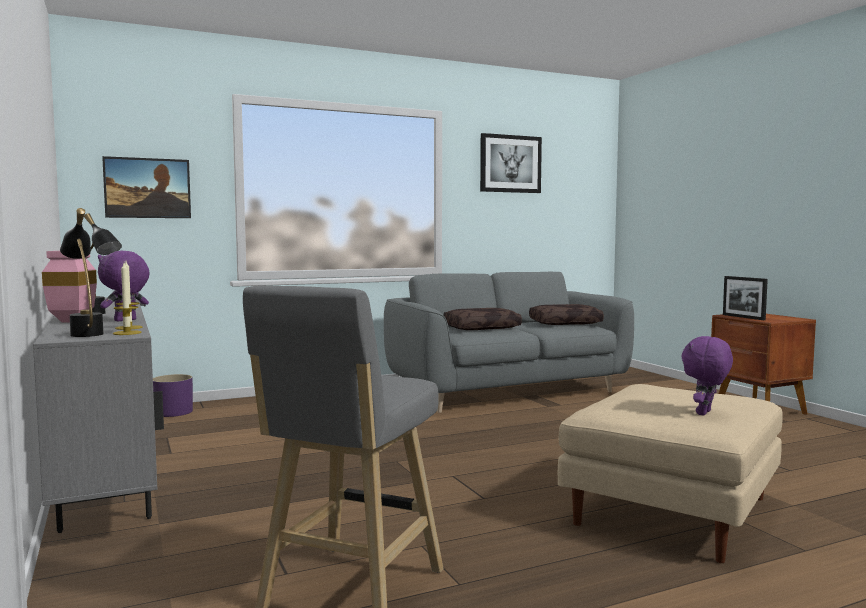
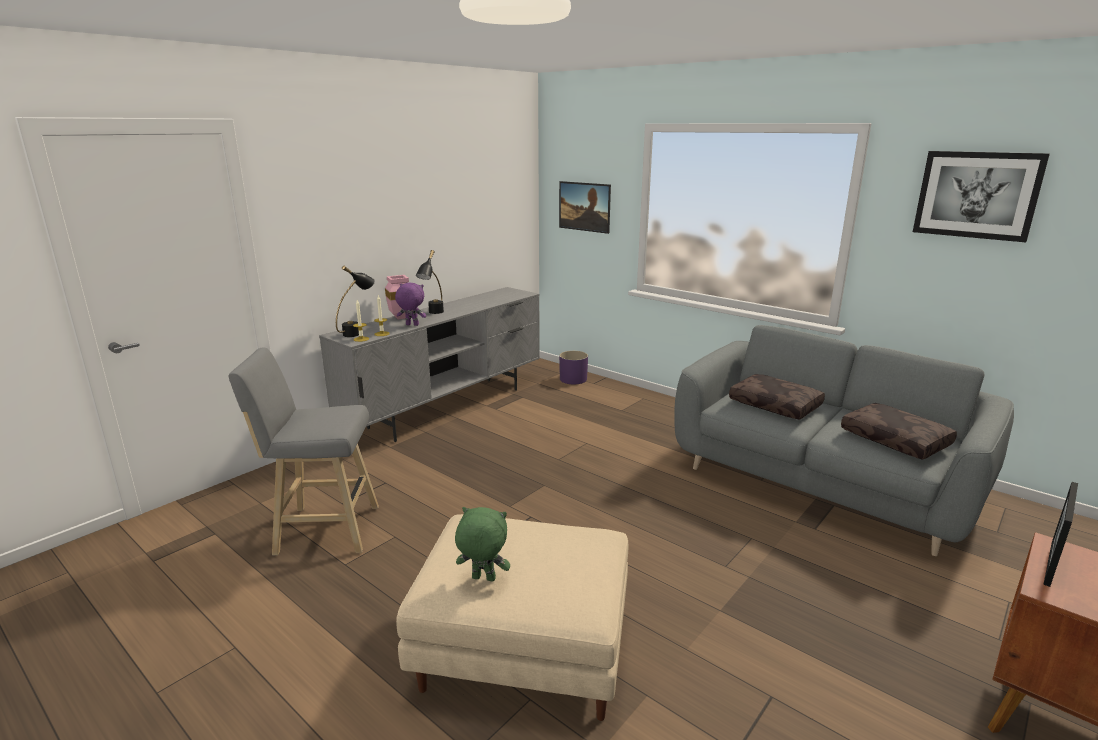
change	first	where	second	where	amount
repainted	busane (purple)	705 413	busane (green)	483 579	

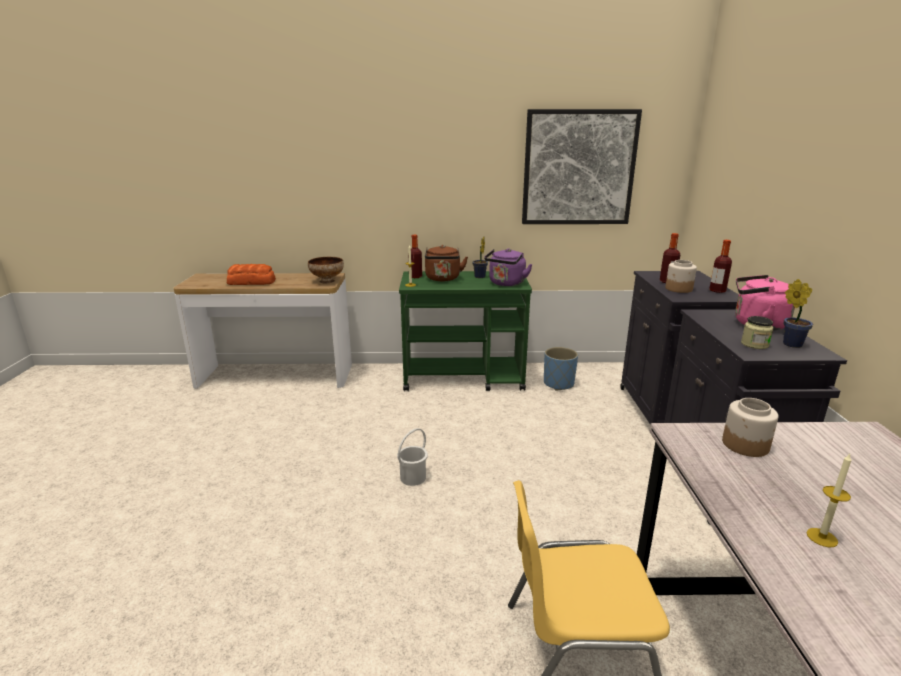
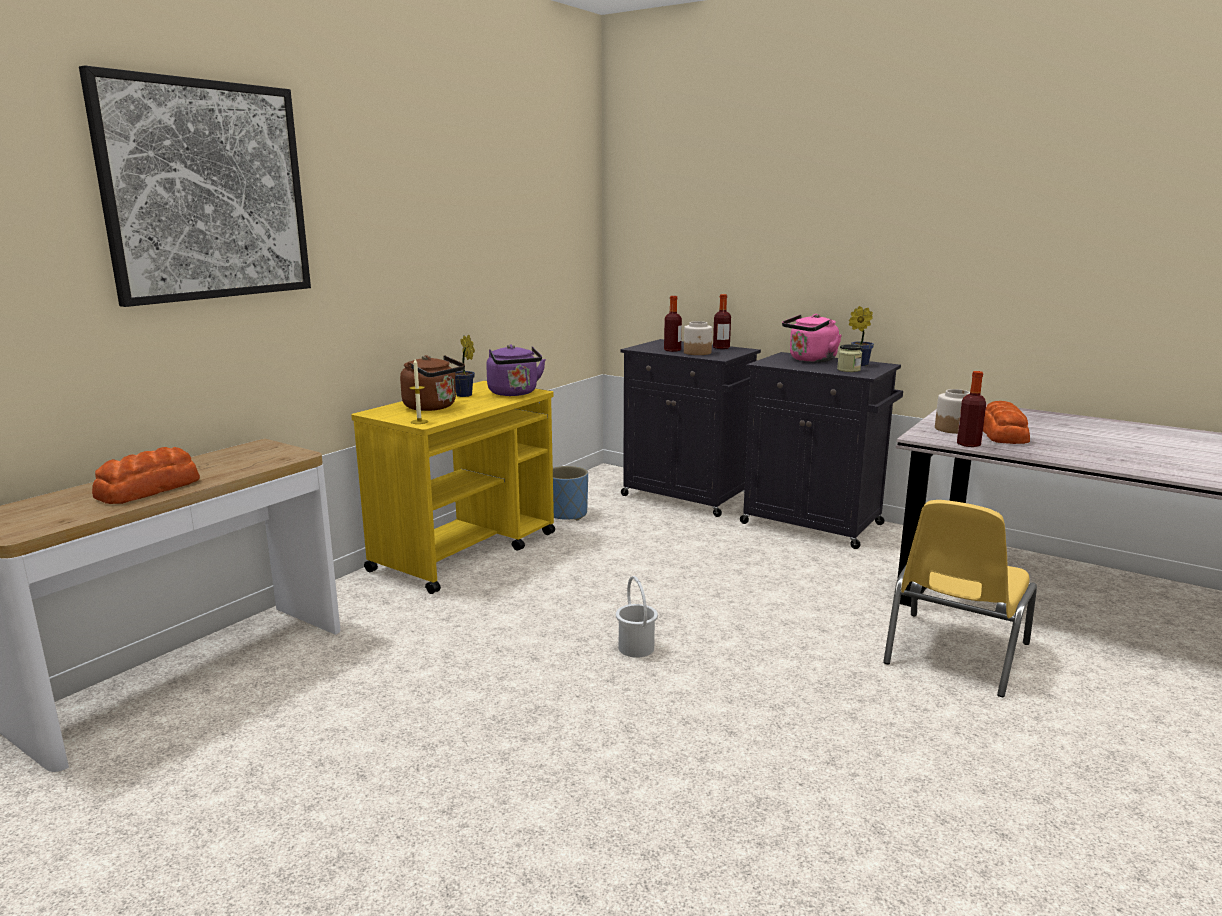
change	first	where	second	where	amount
gone	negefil	327 281			
gone	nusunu	822 537			
new			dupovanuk	1003 434	
shifted	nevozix	415 276		968 444	
shifted	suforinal	578 168		206 191	
repainted	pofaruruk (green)	464 378	pofaruruk (yellow)	466 551	

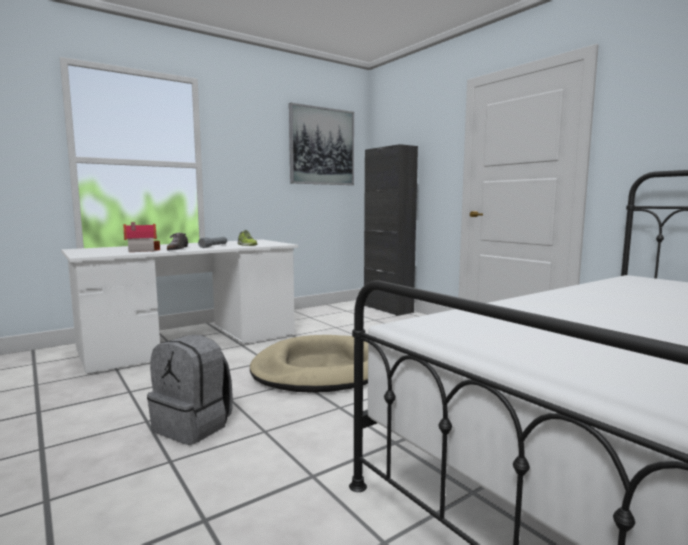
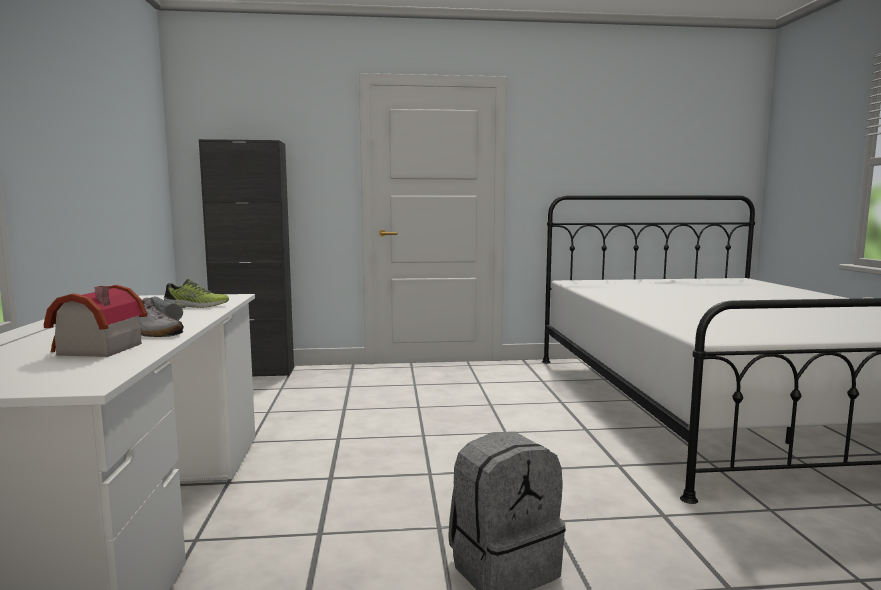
change	first	where	second	where	amount
gone	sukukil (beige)	321 370			
gone	suforinal	322 146			

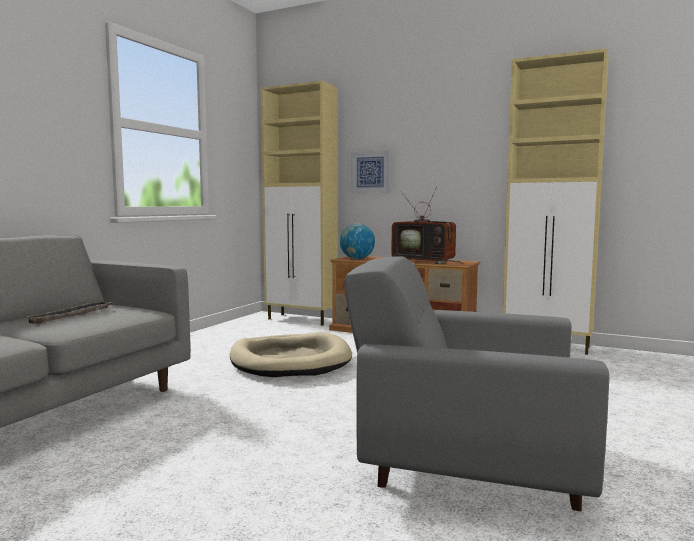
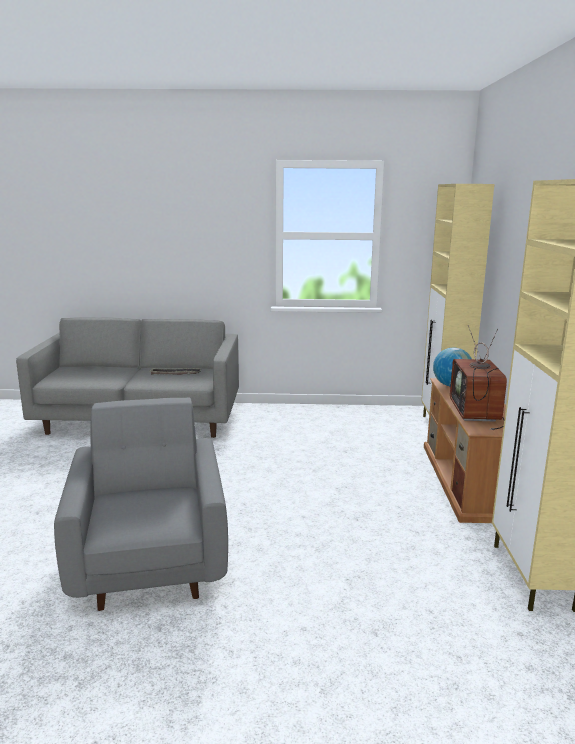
change	first	where	second	where	amount
gone	sukukil (beige)	290 361			
gone	suforinal	370 172			

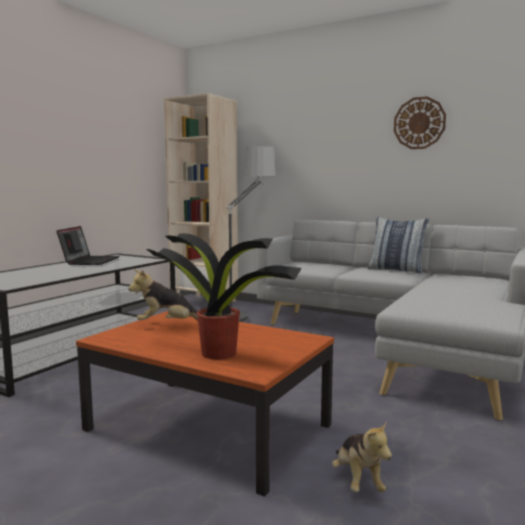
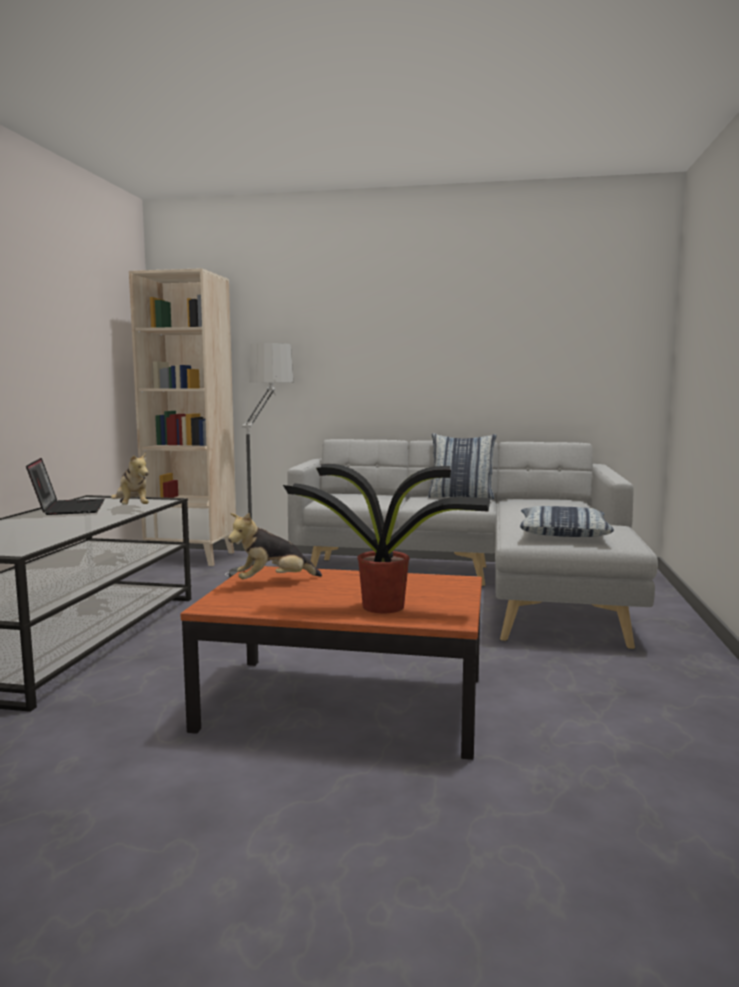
change	first	where	second	where	amount
gone	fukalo	419 123			
new			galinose	563 532	
shifted	busane	358 481		132 508	

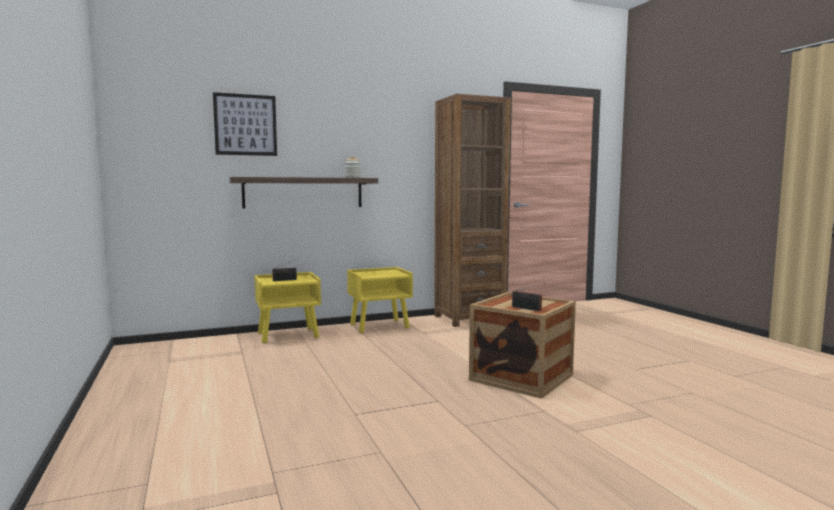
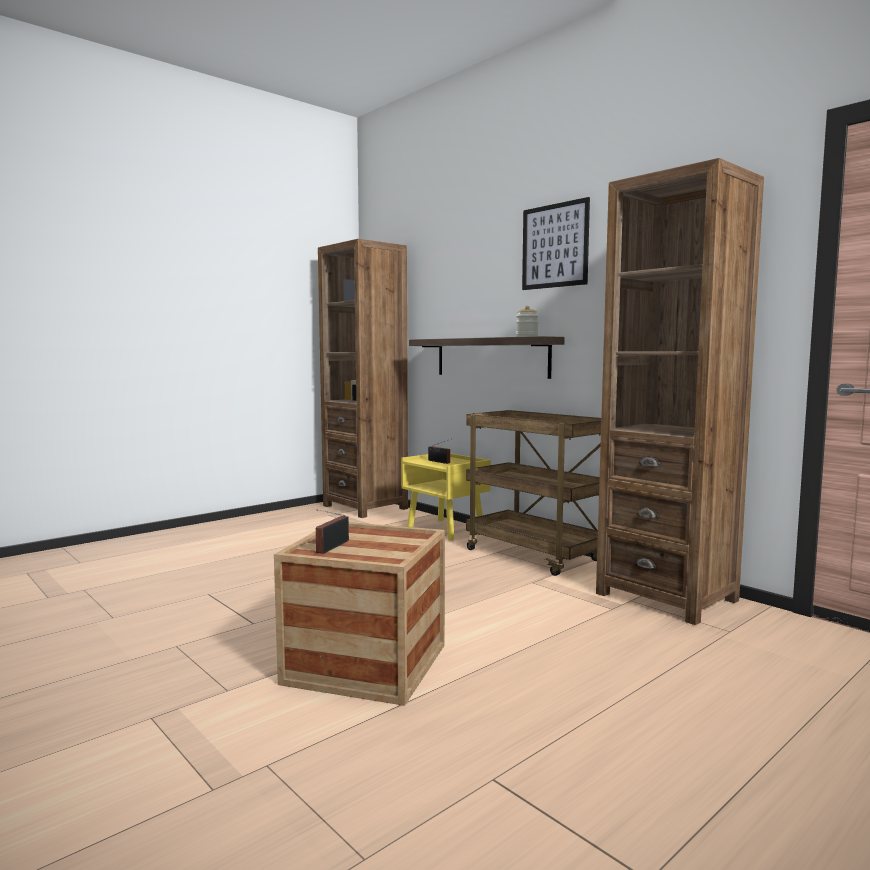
change	first	where	second	where	amount
new			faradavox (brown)	365 507	
shifted	suforinal	245 125		555 246	
swapped	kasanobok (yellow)	380 326	pofaruruk (brown)	536 556	

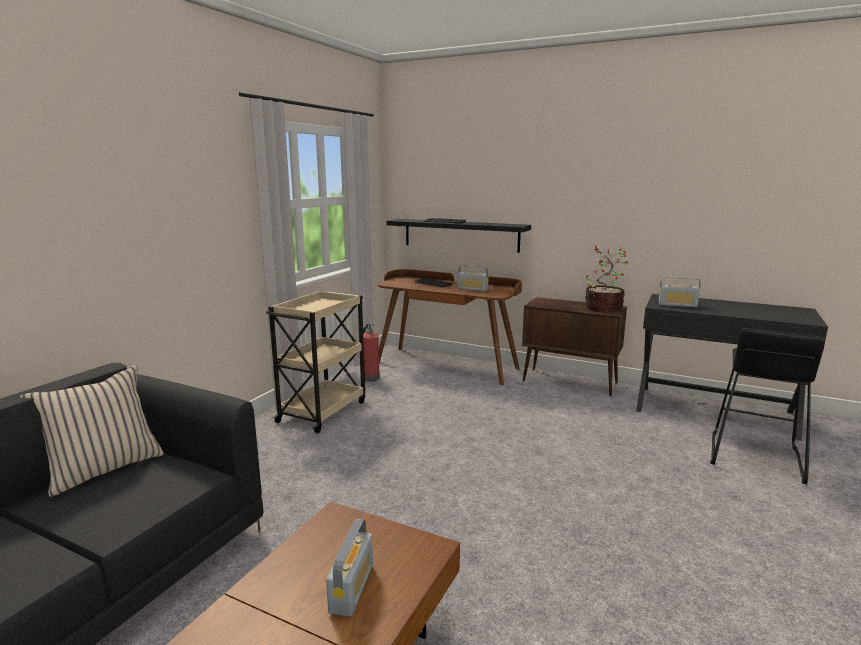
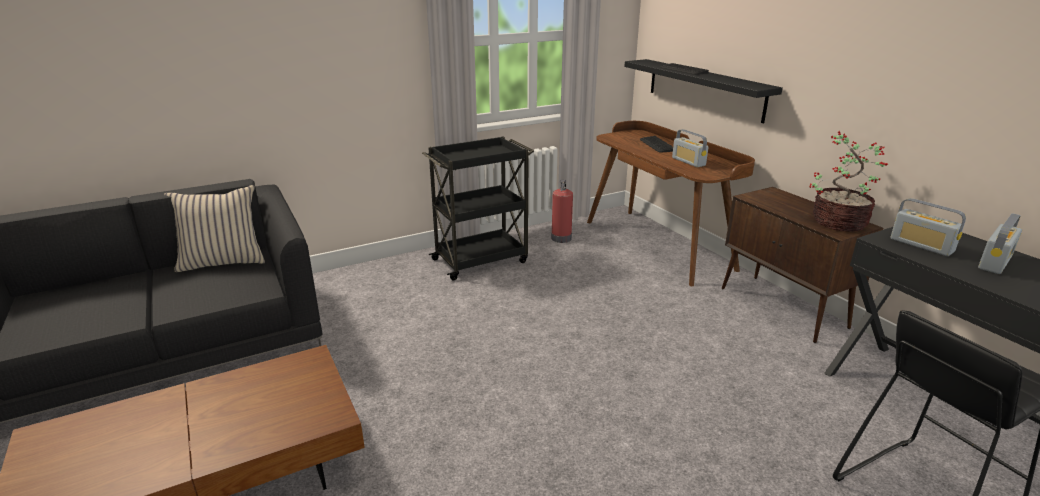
change	first	where	second	where	amount
shifted	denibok	352 588		995 262	
repainted	pofaruruk (beige)	323 411	pofaruruk (black)	481 260	

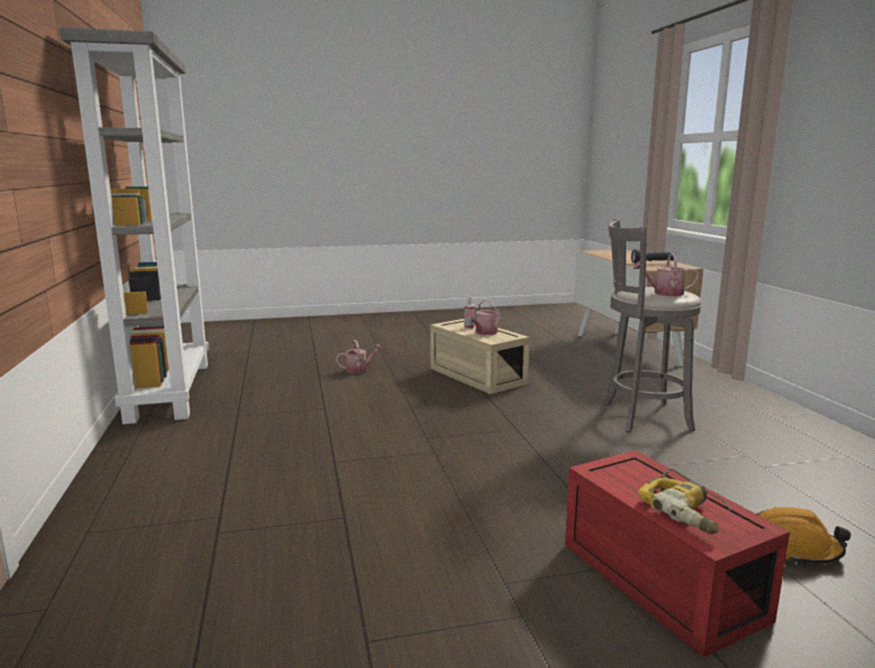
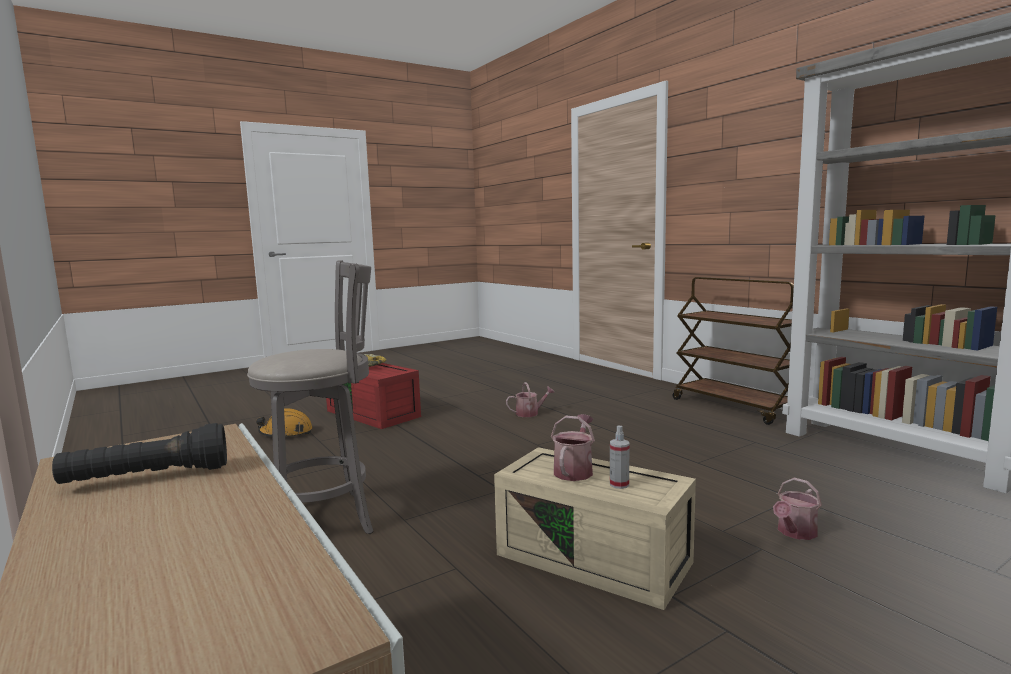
change	first	where	second	where	amount
new			pofaruruk (brown)	734 407	
shifted	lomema	664 293		530 413	

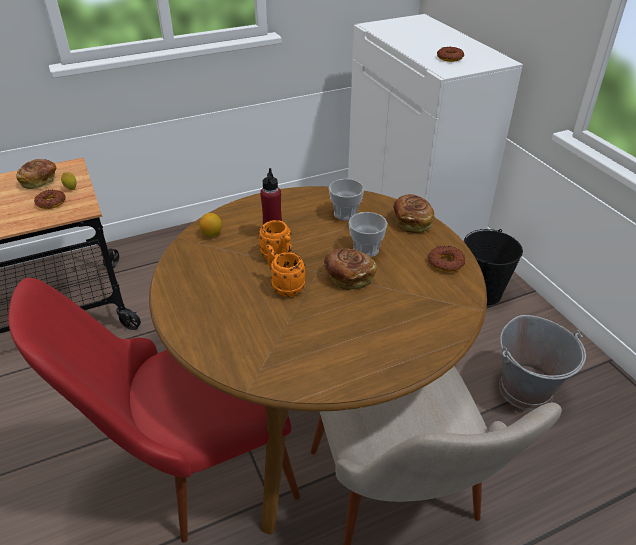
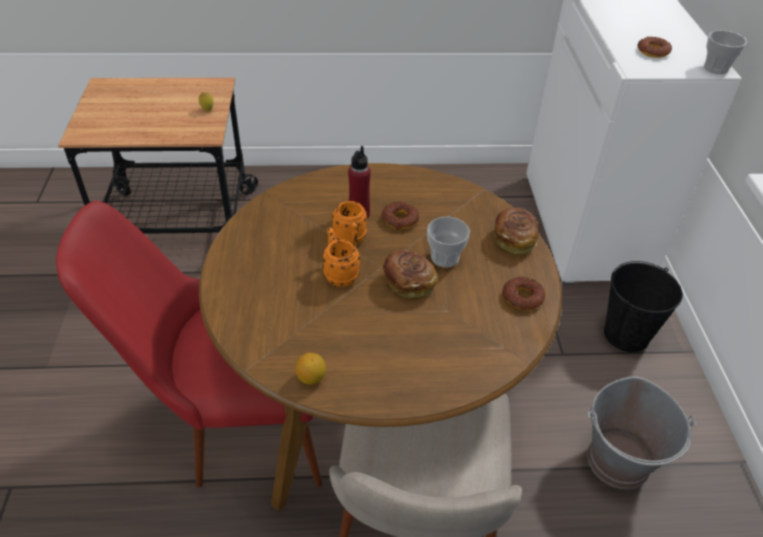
change	first	where	second	where	amount
gone	dupovanuk	40 181			
shifted	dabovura	51 202		400 219	
shifted	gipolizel	212 234		311 378	
shifted	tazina	345 214		716 68	

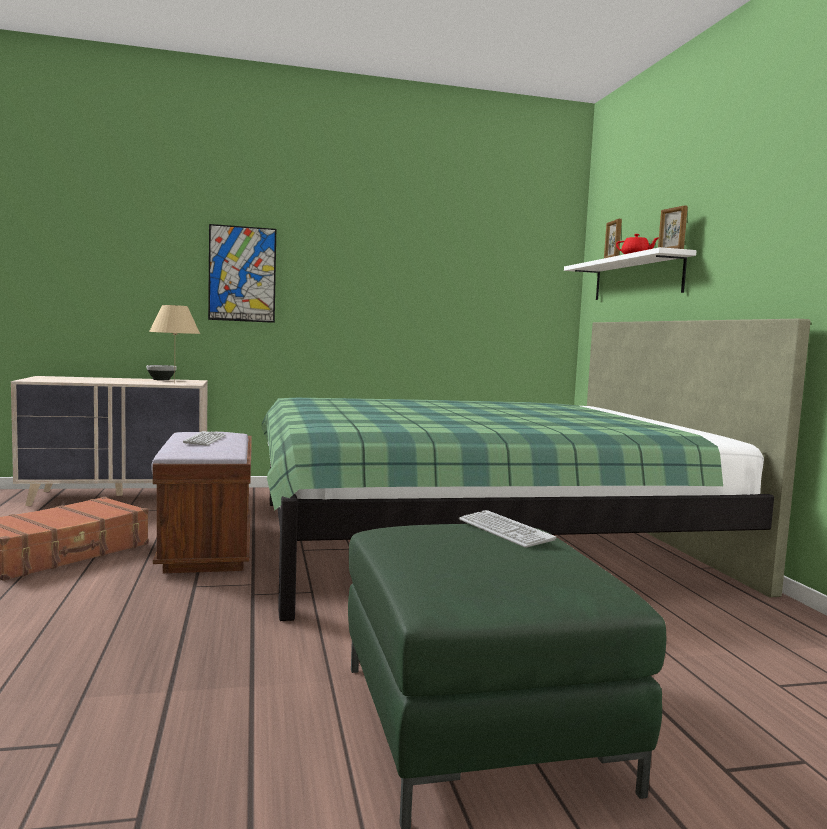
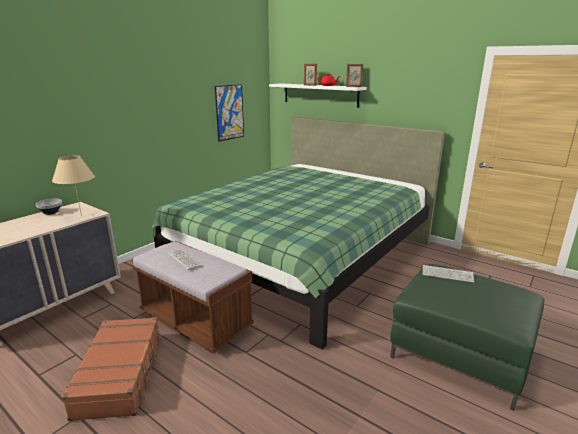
change	first	where	second	where	amount
shifted	suforinal	242 274		229 112	

